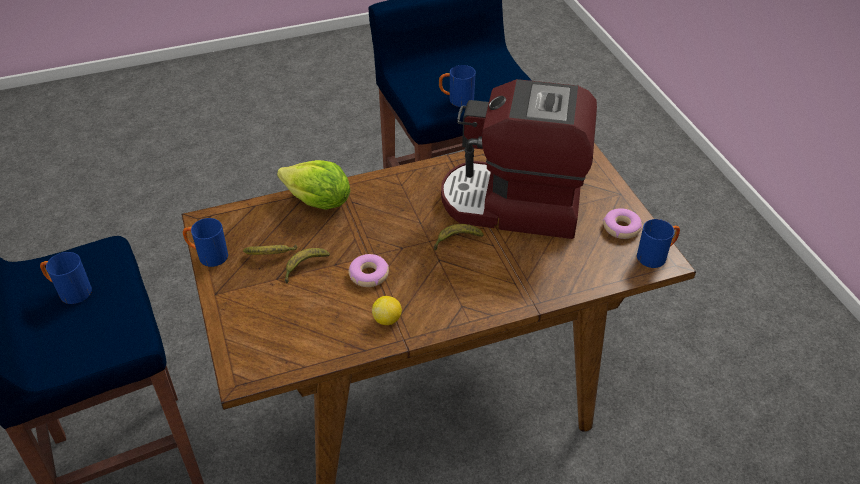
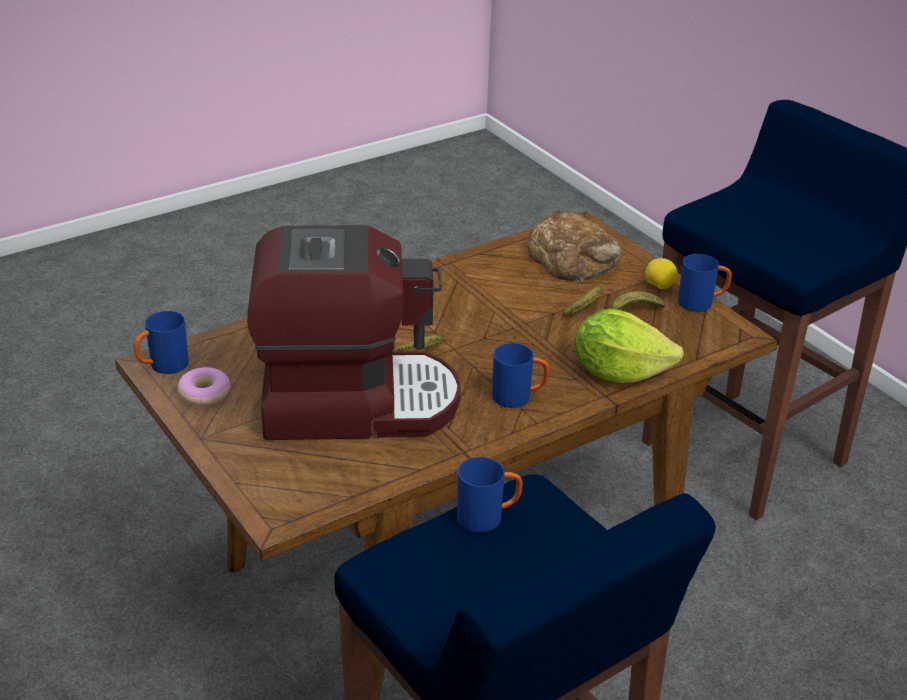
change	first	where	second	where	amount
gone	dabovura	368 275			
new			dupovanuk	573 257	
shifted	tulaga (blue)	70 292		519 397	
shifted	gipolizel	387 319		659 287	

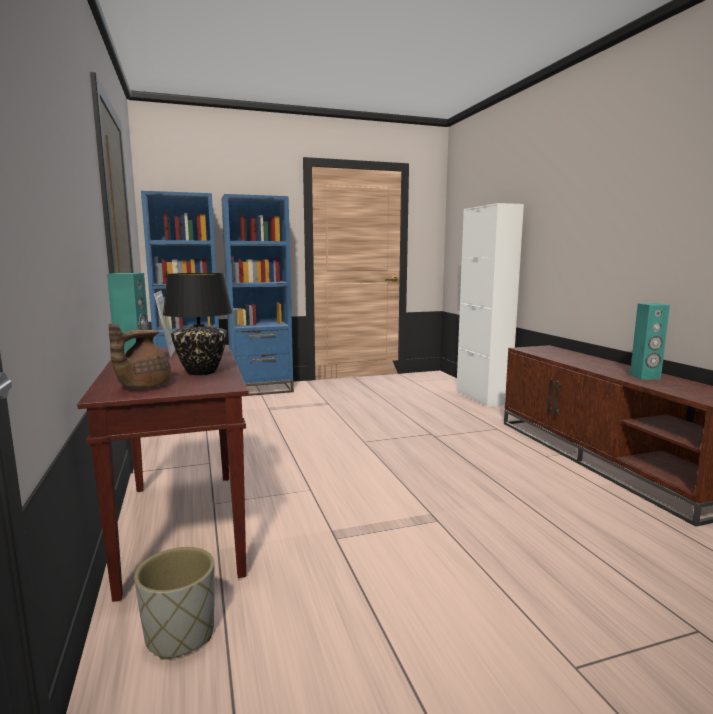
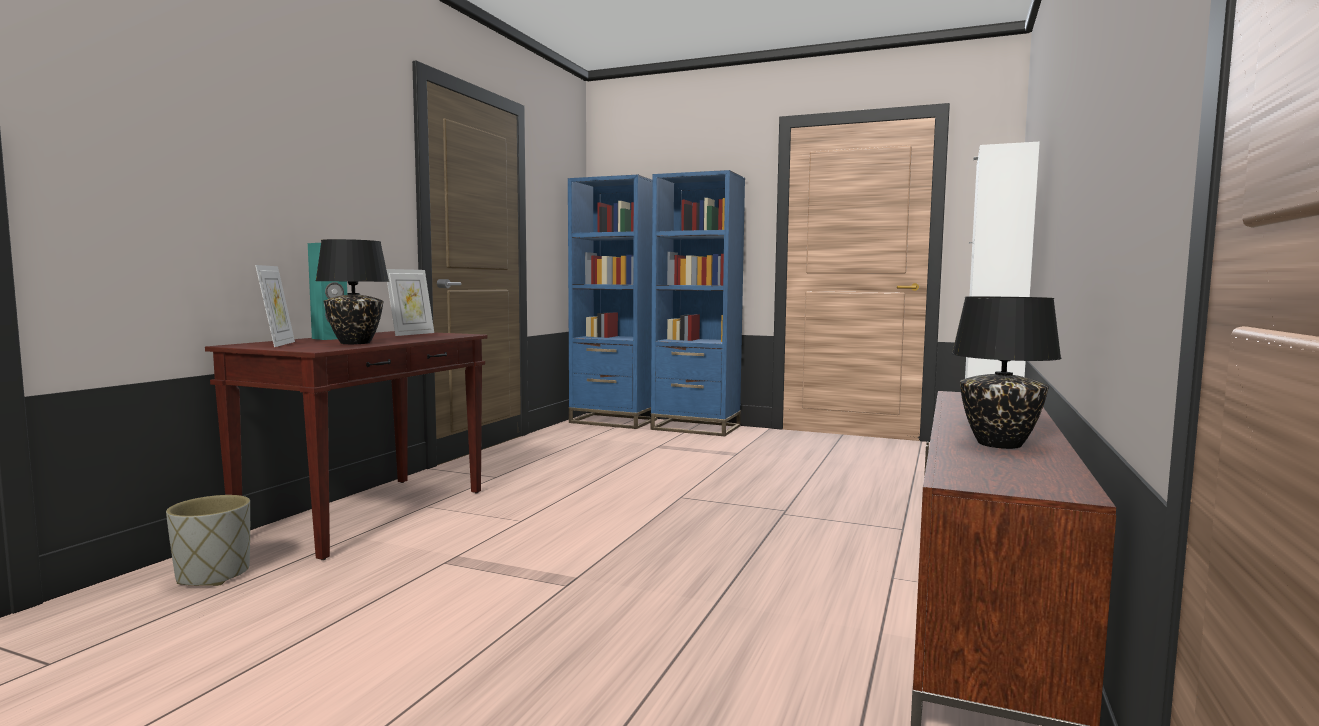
change	first	where	second	where	amount
swapped	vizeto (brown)	142 386	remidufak	278 344	
swapped	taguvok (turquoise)	645 377	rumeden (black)	1000 444	

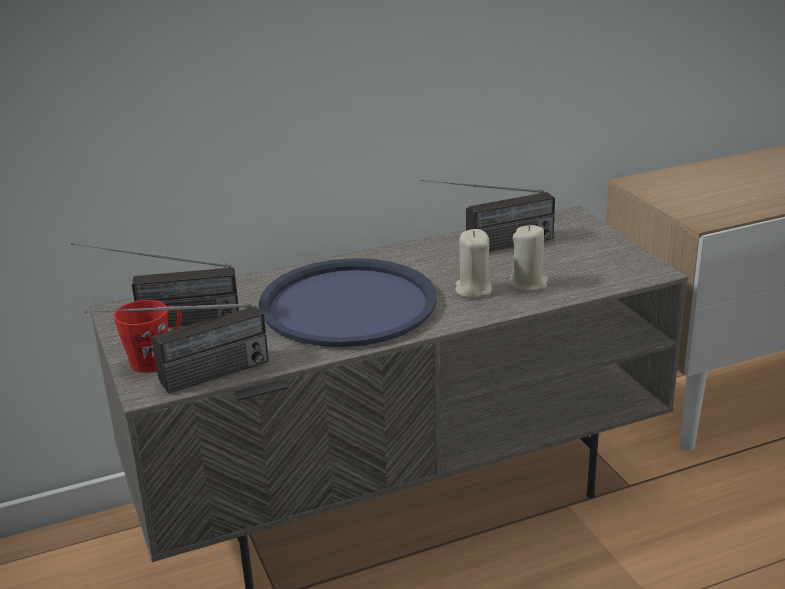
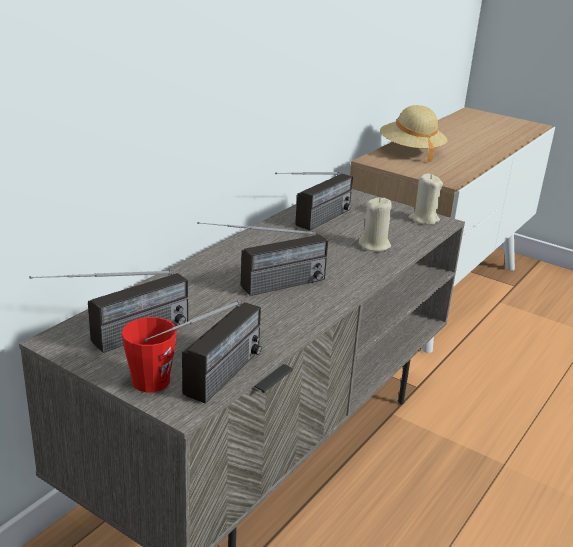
change	first	where	second	where	amount
new			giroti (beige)	411 151	
shifted	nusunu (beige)	473 290		423 219	
swapped	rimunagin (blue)	348 304	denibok	263 288	

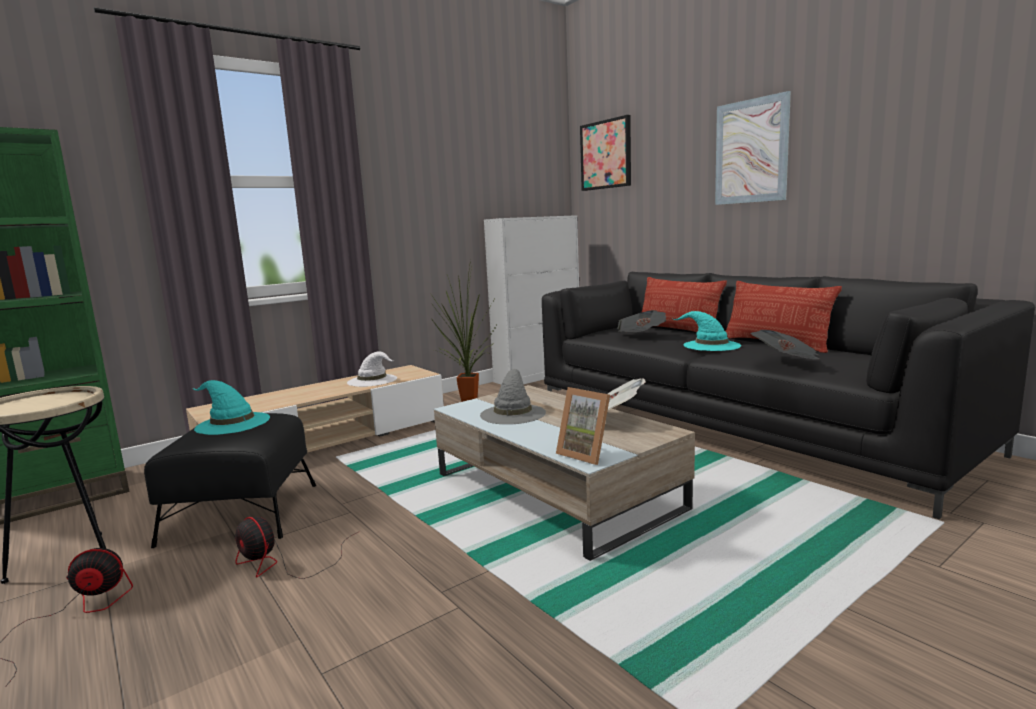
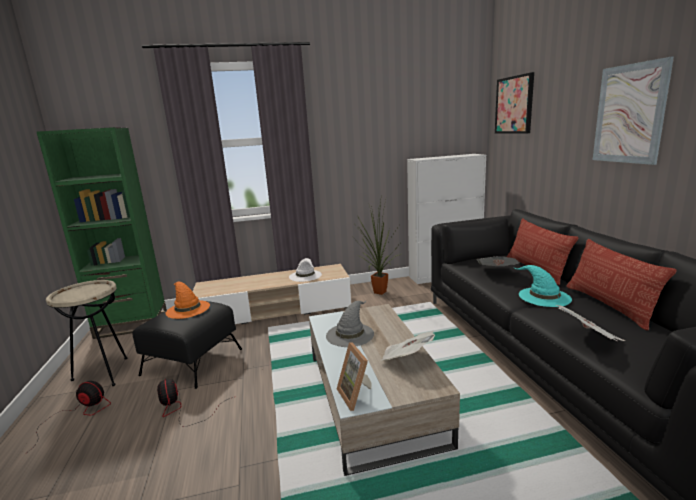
change	first	where	second	where	amount
repainted	giroti (turquoise)	231 423	giroti (orange)	187 309	

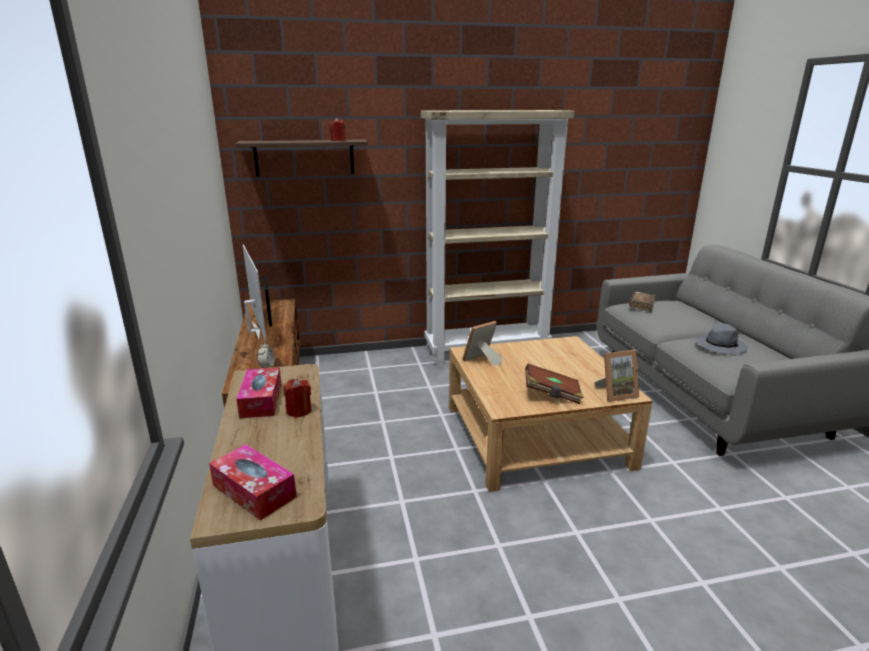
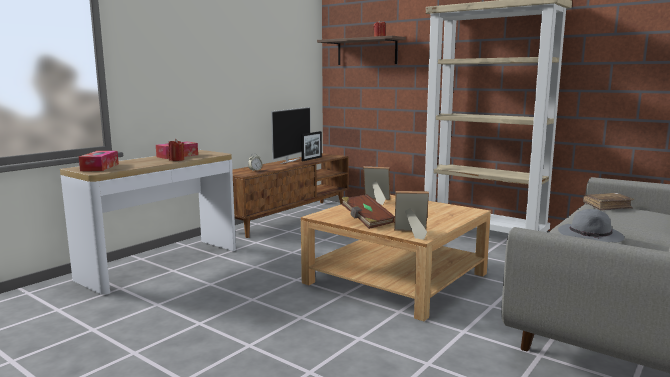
change	first	where	second	where	amount
rotated	remidufak	615 393		410 233	150 degrees clockwise

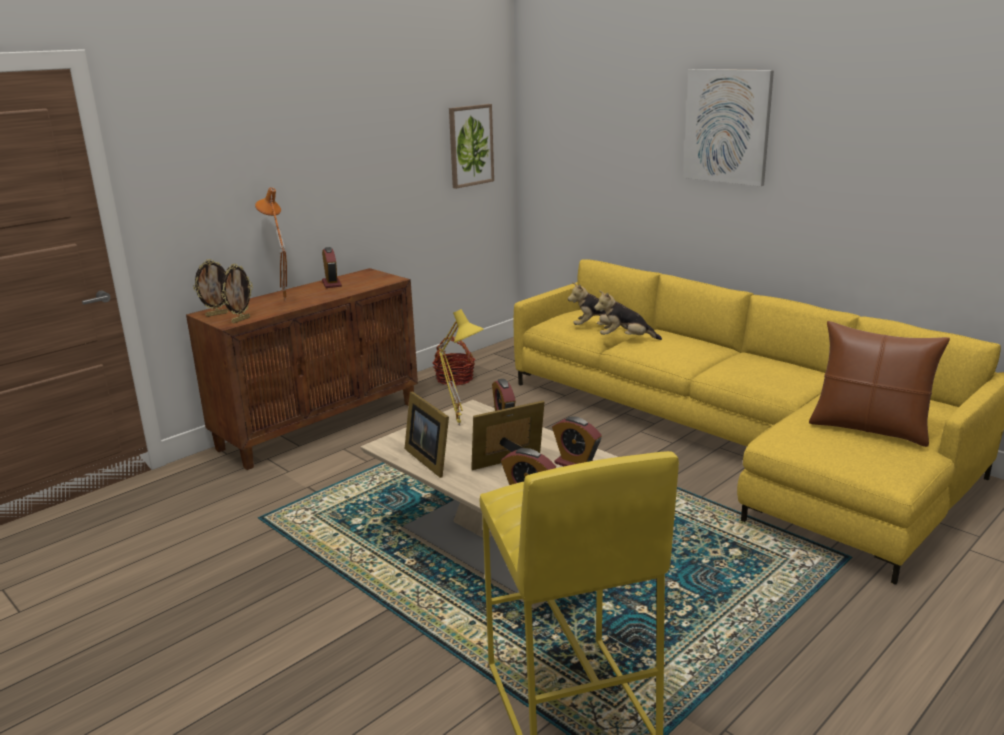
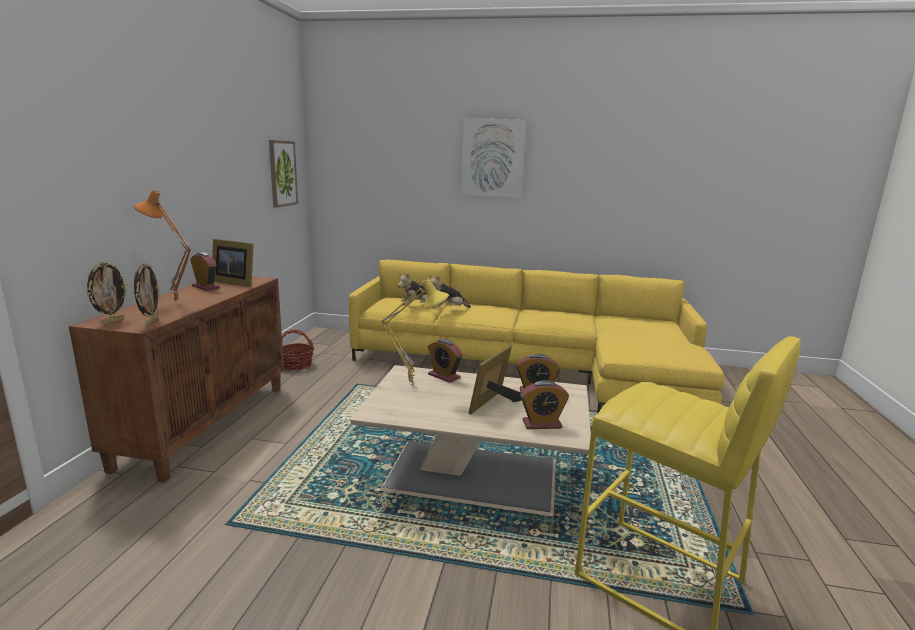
change	first	where	second	where	amount
gone	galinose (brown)	869 428			
shifted	remidufak	430 459		234 282	

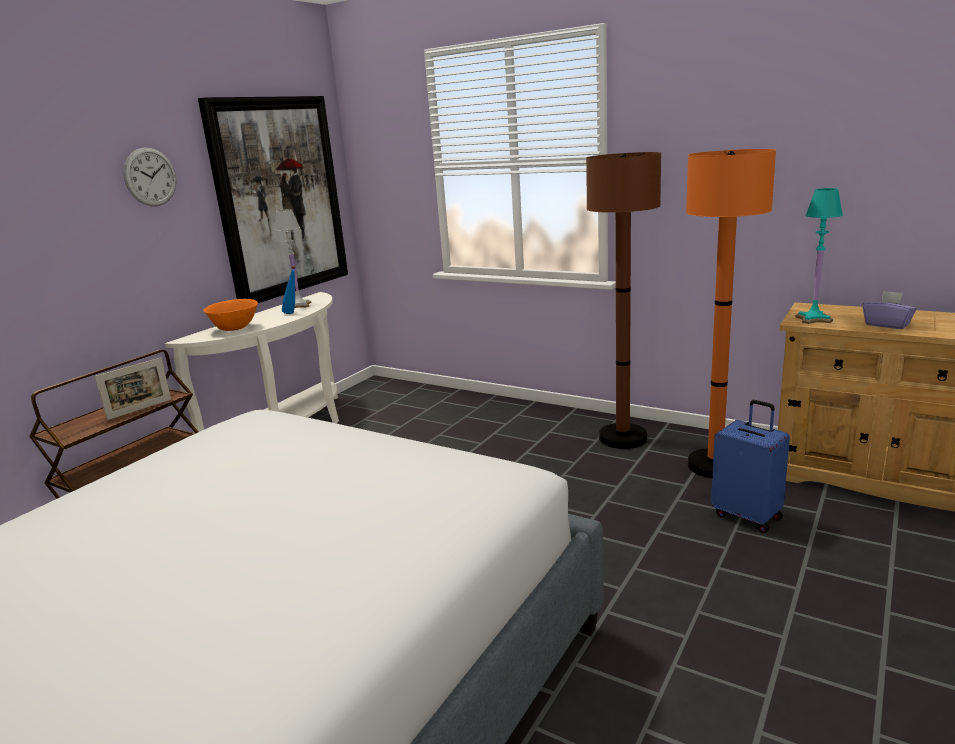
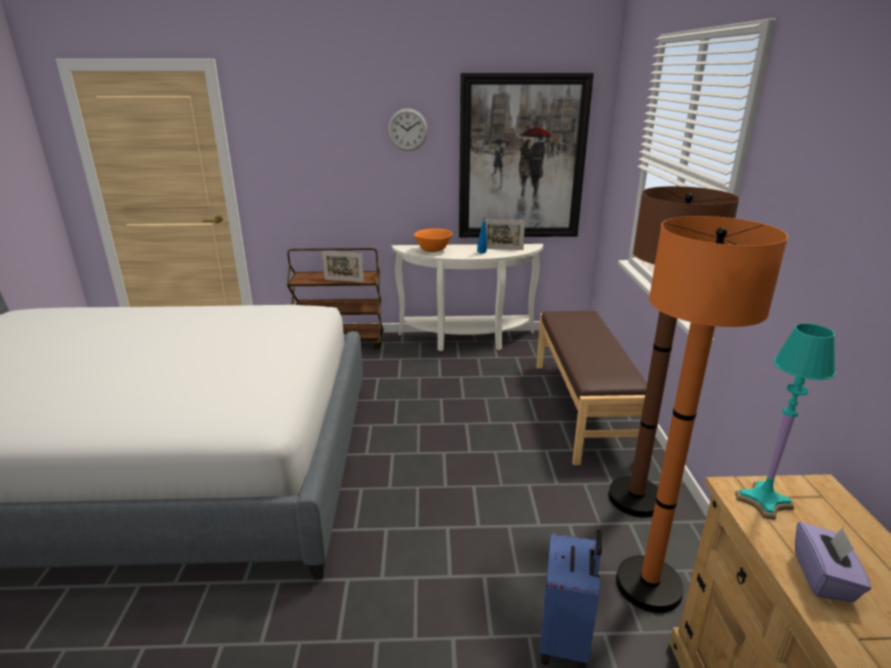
change	first	where	second	where	amount
new			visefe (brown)	583 408	
swapped	rumeden (white)	299 305	remidufak	502 249	

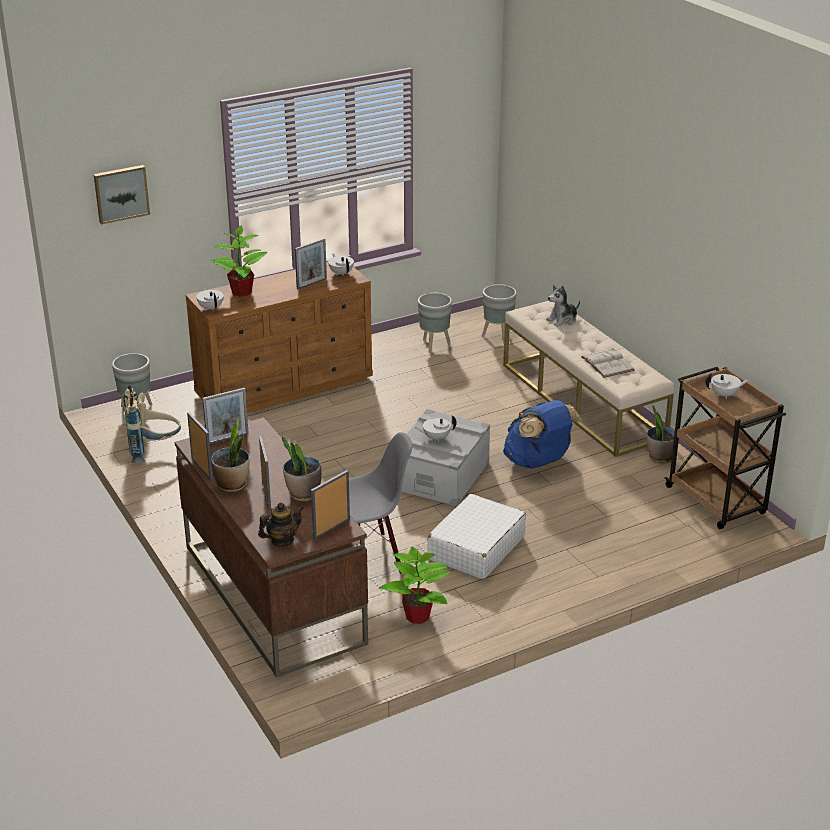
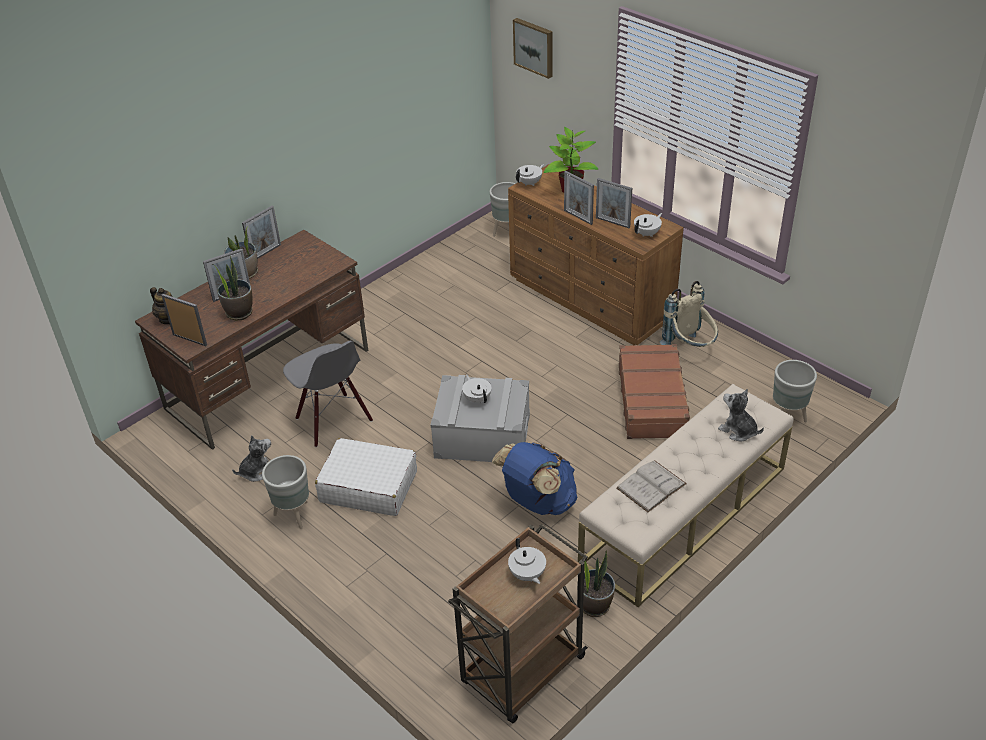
change	first	where	second	where	amount
new			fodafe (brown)	652 400	
shifted	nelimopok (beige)	154 451		690 348	
shifted	remidufak	227 439		578 217	
shifted	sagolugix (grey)	434 345		294 515	
swapped	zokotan	418 616	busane	256 471	

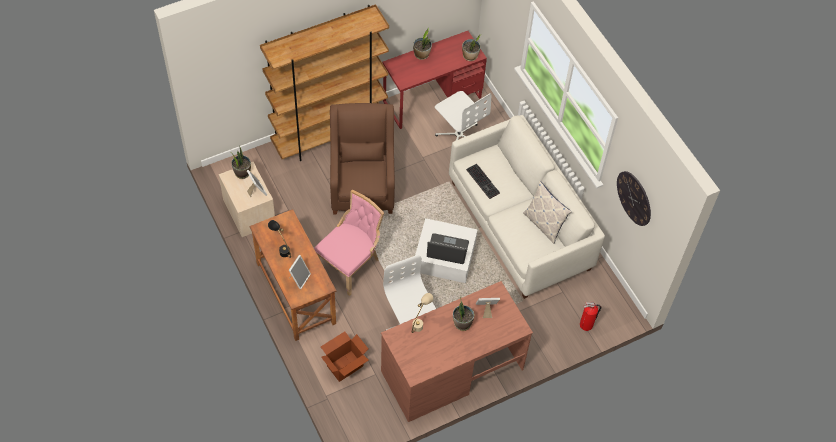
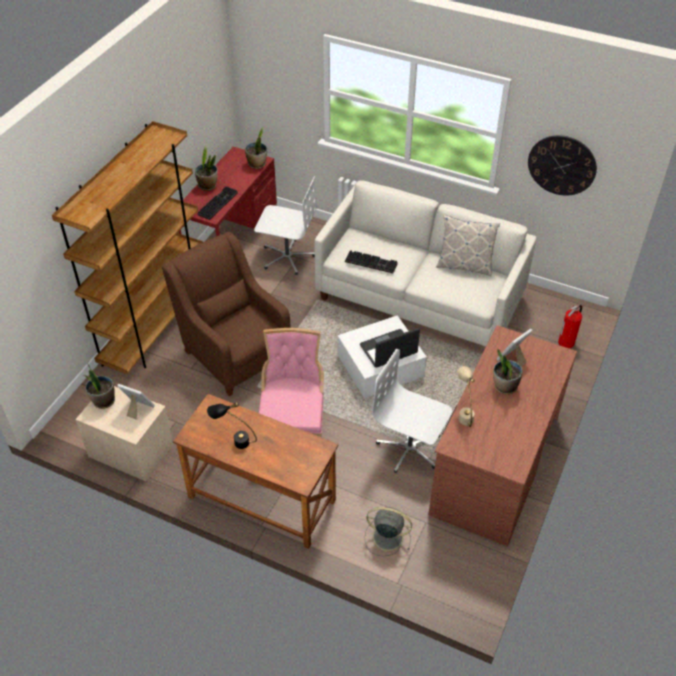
change	first	where	second	where	amount
gone	remidufak	299 278			
new			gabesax	217 203	
swapped	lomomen	344 366	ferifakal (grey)	386 537	

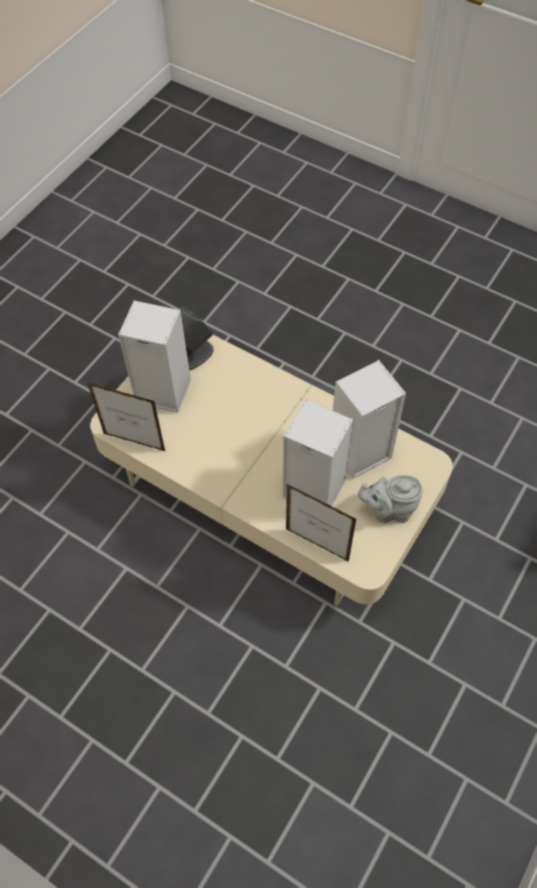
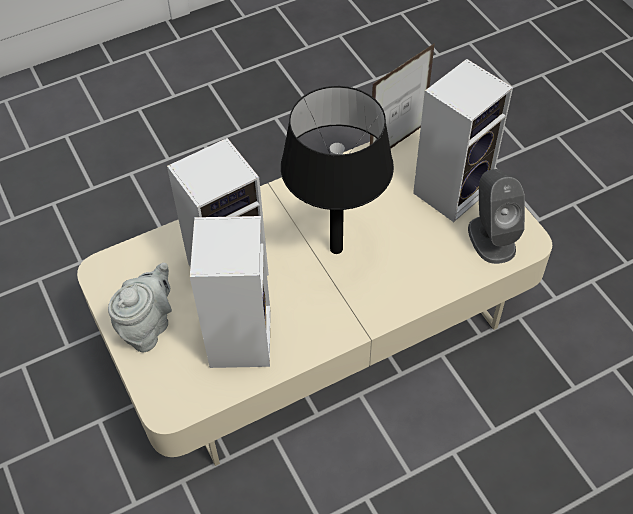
change	first	where	second	where	amount
gone	remidufak	317 545			
new			rumeden (black)	336 249	

